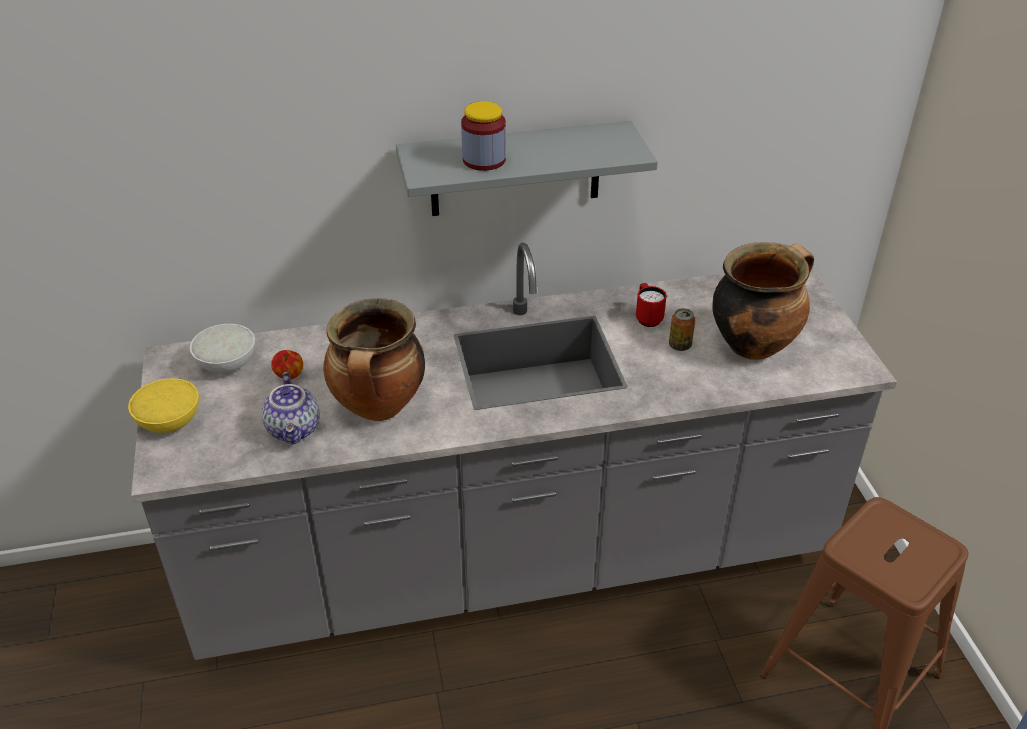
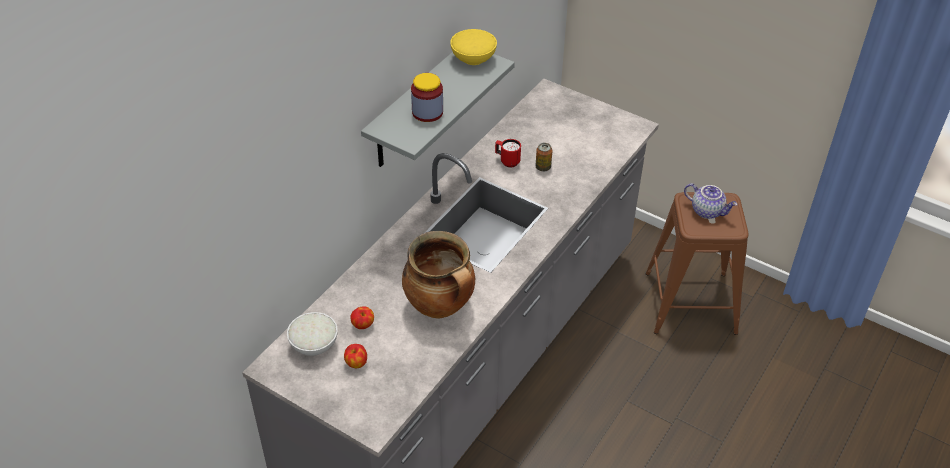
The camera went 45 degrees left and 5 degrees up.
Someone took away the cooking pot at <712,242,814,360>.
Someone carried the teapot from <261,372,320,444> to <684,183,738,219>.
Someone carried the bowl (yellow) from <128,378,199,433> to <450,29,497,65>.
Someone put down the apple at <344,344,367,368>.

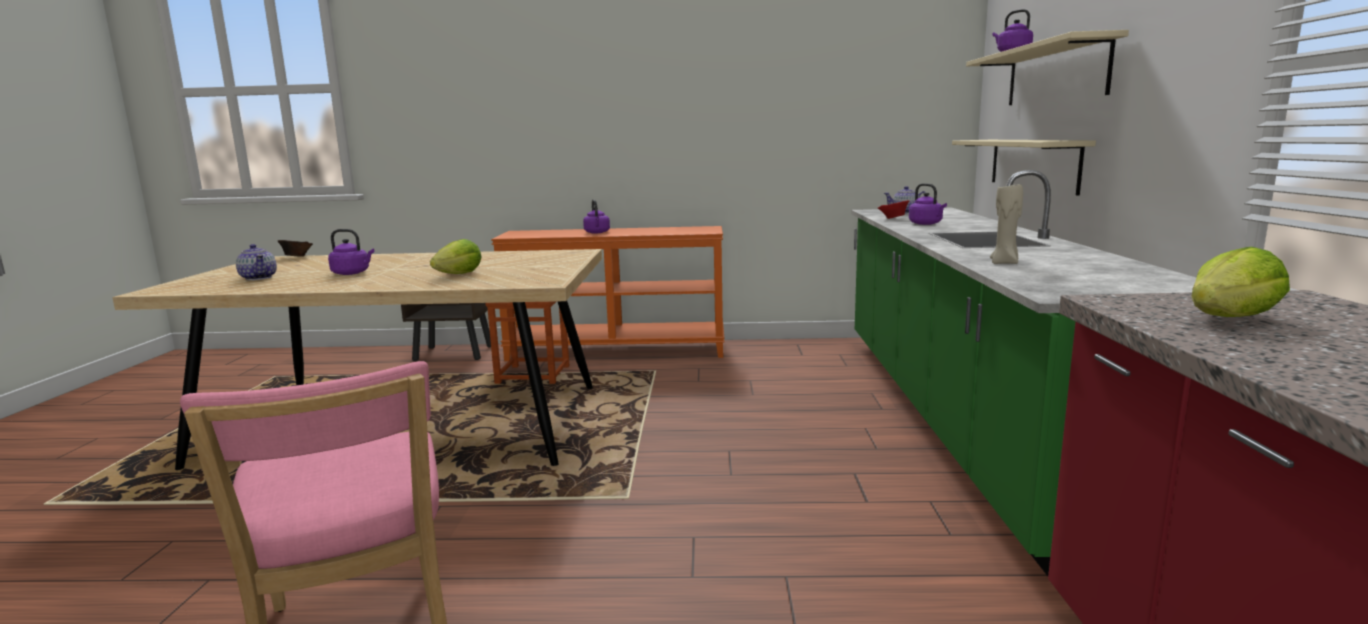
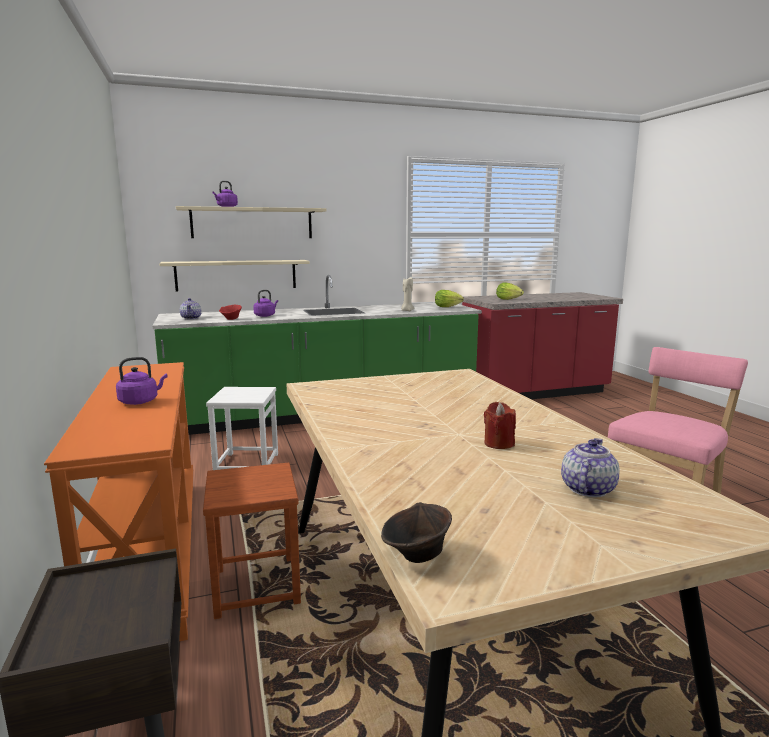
The camera went 110 degrees left and 0 degrees up.
Someone swapped the kettle (purple) at <328,229,374,275> for the candle (red) at <484,402,516,449>.
Someone carried the lettuce from <430,239,482,274> to <435,290,464,307>.
Someone put down the stool (white) at <206,387,278,470>.

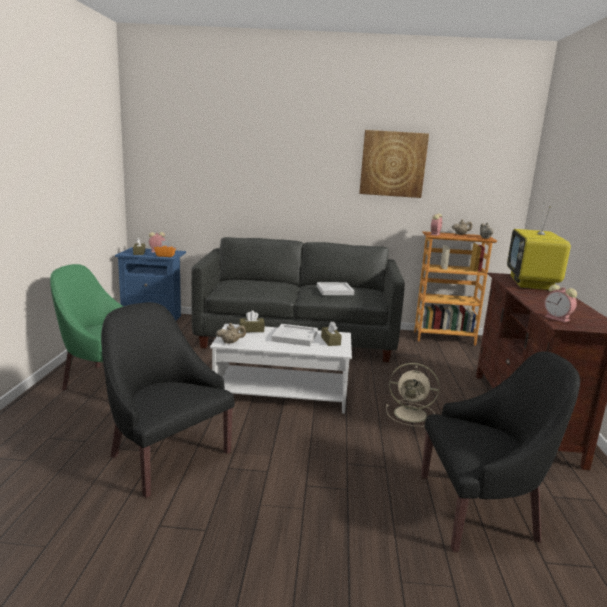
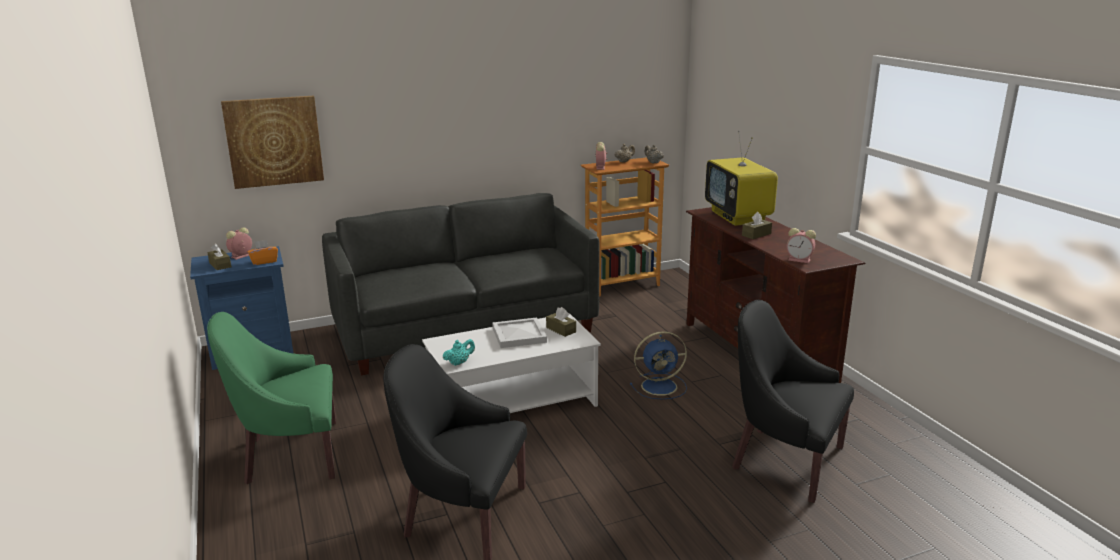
The camera went 25 degrees left and 5 degrees up.
Someone carried the picture from <359,130,429,198> to <221,96,324,189>.
Someone took away the tray (white) at <317,282,354,295>.
Someone carried the tissue box (brown) from <239,311,265,332> to <742,212,772,239>.
Someone repainted the teapot (beige) at <216,323,246,344>, which became the teapot (turquoise) at <443,339,475,366>.
Someone rotated the armchair (black) at <421,351,580,552> by 120 degrees counterclockwise.
Someone repainted the fan (beige) at <386,363,439,427>, which became the fan (blue) at <630,331,687,399>.

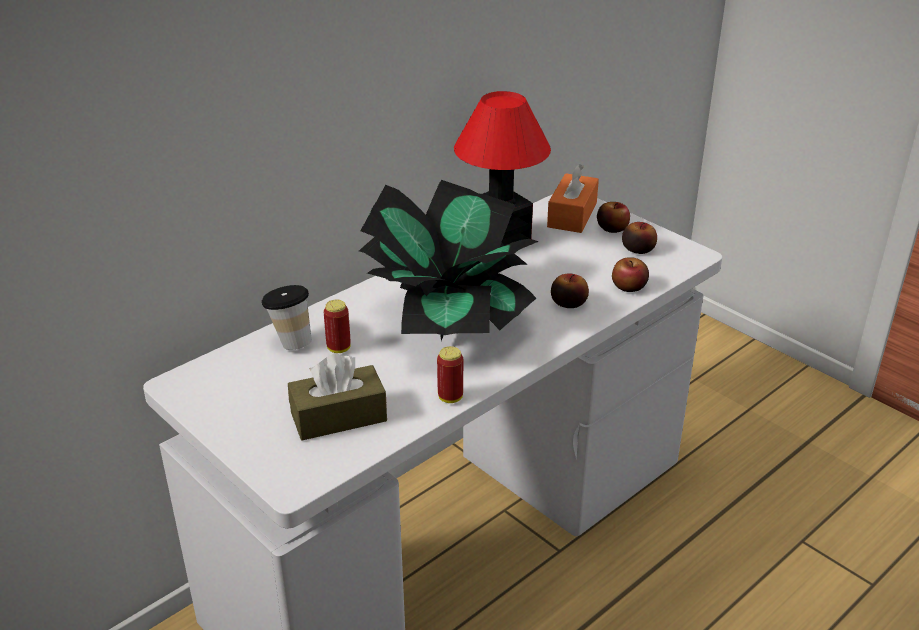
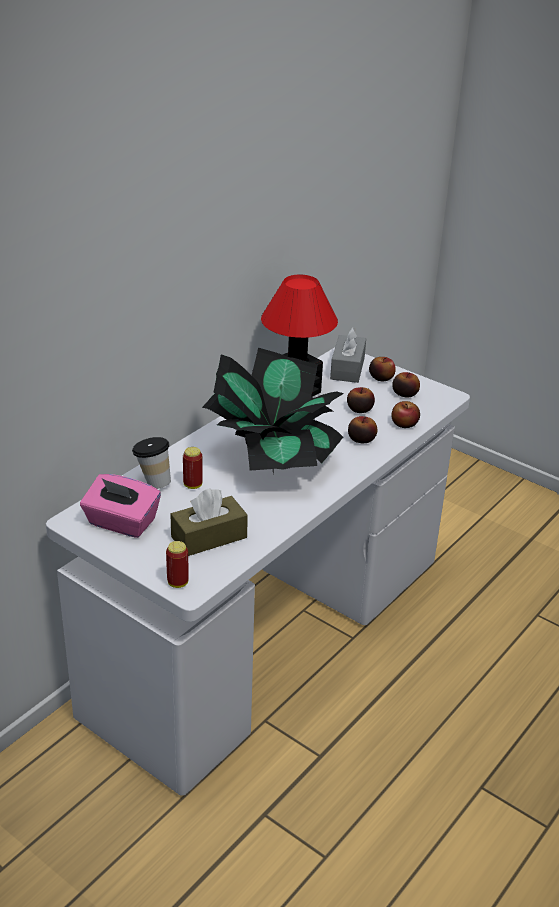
The camera went 10 degrees left and 0 degrees up.
Someone repainted the tissue box (orange) at <547,163,599,233>, which became the tissue box (grey) at <330,328,366,383>.
Someone carried the can from <437,346,463,403> to <166,541,189,588>.
Someone put down the apple at <347,387,375,413>.
Someone put down the tissue box (pink) at <80,474,161,538>.

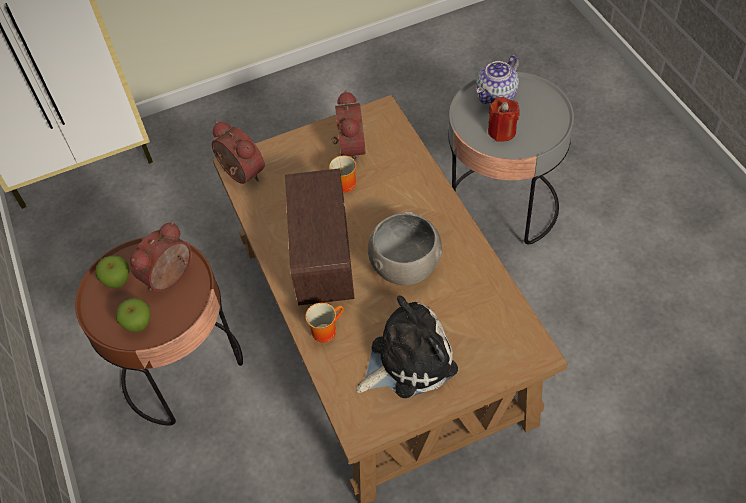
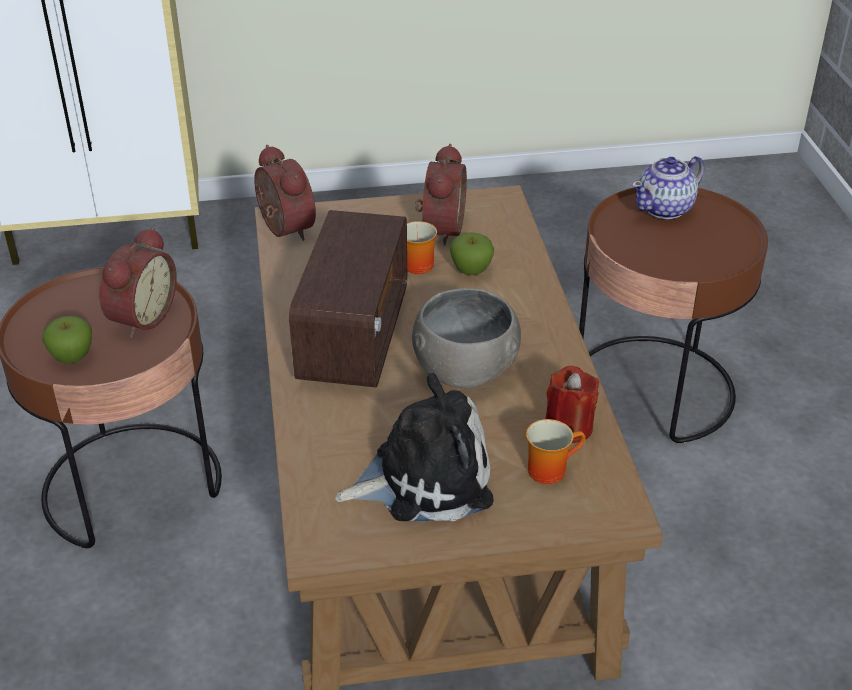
The camera went 10 degrees right and 15 degrees down.
Someone repainted the side table (grey) at <448,71,574,244>, which became the side table (brown) at <579,187,768,443>.
Someone carried the candle (red) from <488,97,520,142> to <545,366,599,443>.
Someone rotated the alarm clock at <130,222,192,292> by 150 degrees clockwise.
Someone carried the apple from <96,256,129,288> to <450,232,494,275>.
Someone carried the mug from <305,303,344,343> to <526,419,586,484>.

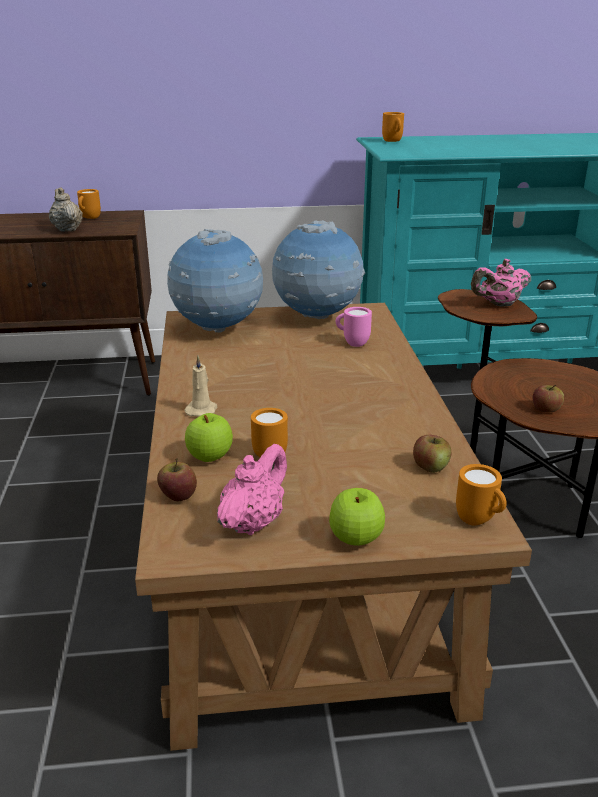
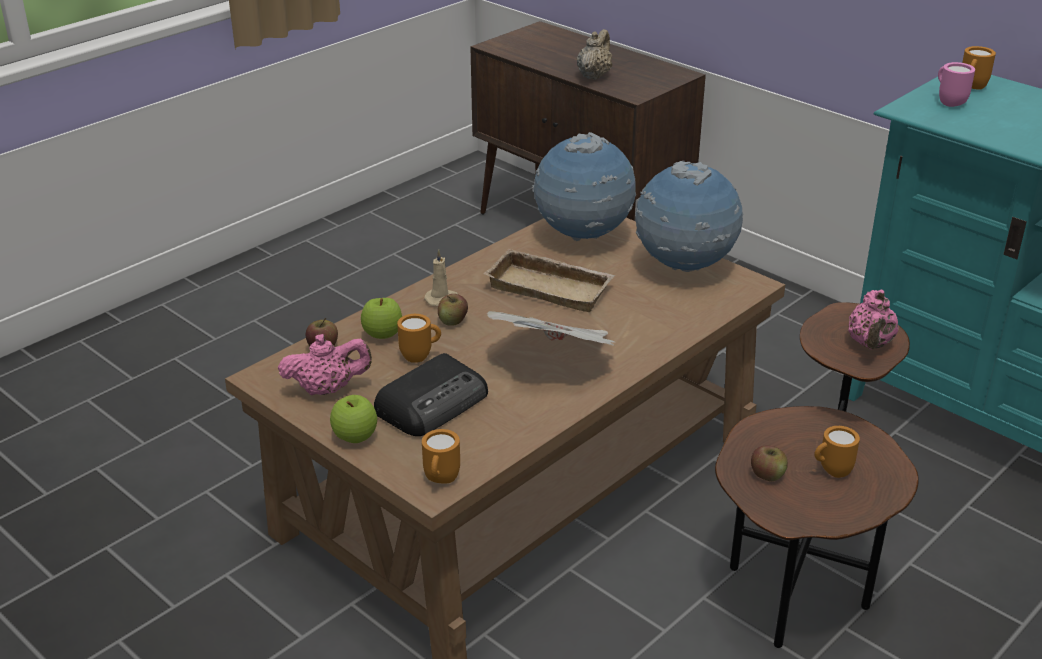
The camera went 50 degrees right and 5 degrees up.
Someone carried the mug (orange) from <77,189,101,219> to <814,426,860,478>.
Someone rotated the teapot (pink) at <471,259,531,307> by 105 degrees counterclockwise.
Someone carried the mug (pink) from <336,307,372,347> to <938,62,975,107>.
Someone carried the apple from <413,435,451,473> to <438,294,468,326>.
Someone put down the tray (beige) at <484,248,615,312>.
Someone put down the newspaper at <487,311,615,346>.
Someone put down the radio at <374,353,488,436>.

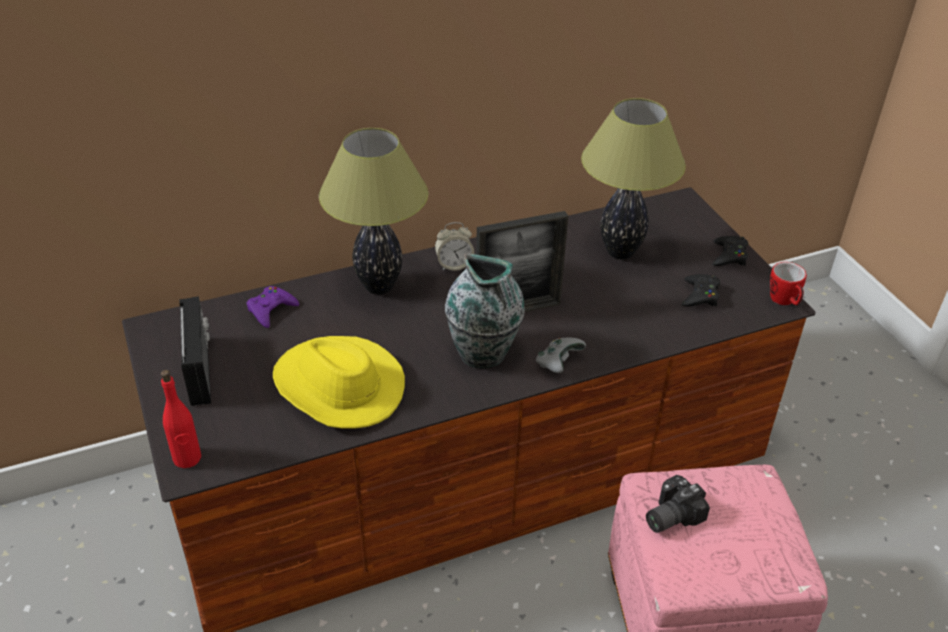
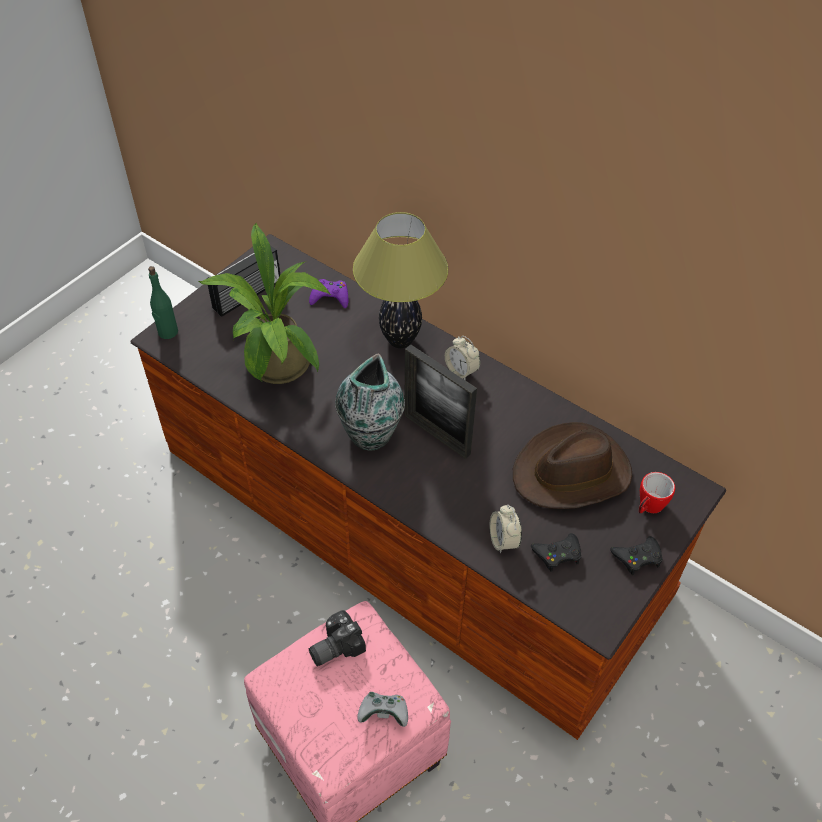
The camera went 60 degrees right and 10 degrees up.
Someone swapped the table lamp at <581,98,686,260> for the hat (brown) at <513,422,632,509>.
Someone carried the mug from <770,262,807,306> to <638,472,675,513>.
Someone swapped the hat (yellow) at <273,336,405,428> for the potted plant at <199,222,331,384>.
Someone carried the game controller (grey) from <536,338,586,373> to <357,692,408,727>.
Someone repainted the bottle (red) at <161,369,201,468>, which became the bottle (green) at <148,266,178,339>.
Someone rotated the photo camera at <646,475,710,533> by 60 degrees counterclockwise.
Someone put down the alarm clock at <489,505,522,554>.

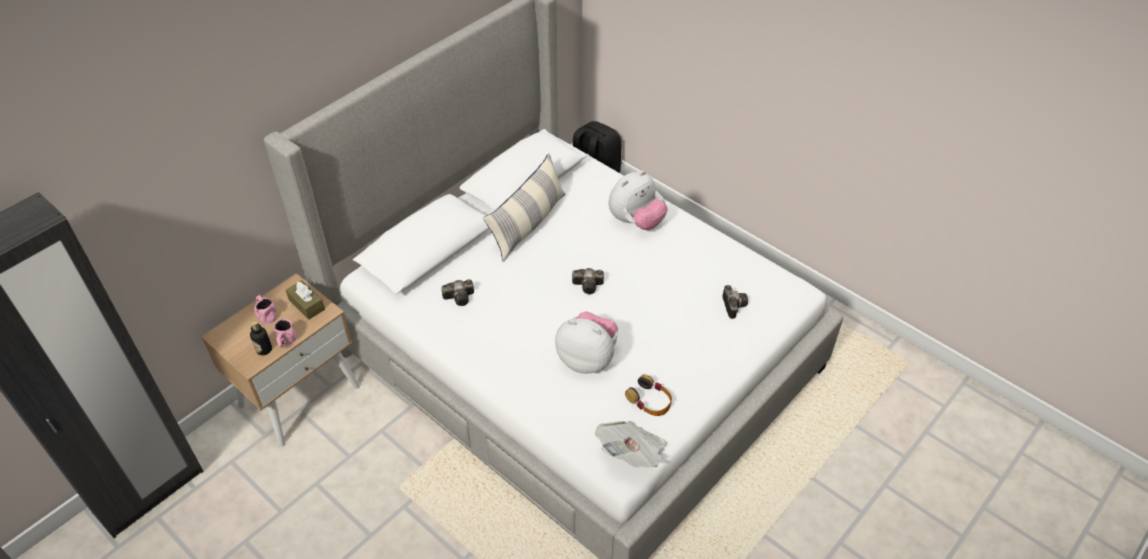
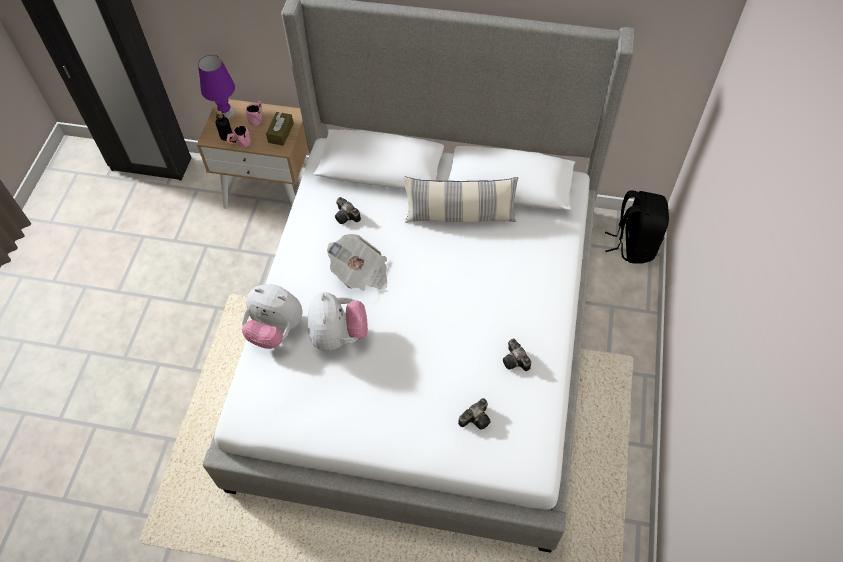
The camera went 60 degrees right and 10 degrees up.
Someone carried the plush toy from <609,170,668,230> to <242,284,302,349>.
Someone carried the photo camera from <572,268,604,294> to <503,338,531,371>.
Someone took away the headphones at <625,374,672,416>.
Someone carried the newspaper from <595,421,667,468> to <327,234,387,291>.
Someone put down the table lamp (purple) at <198,55,235,119>.

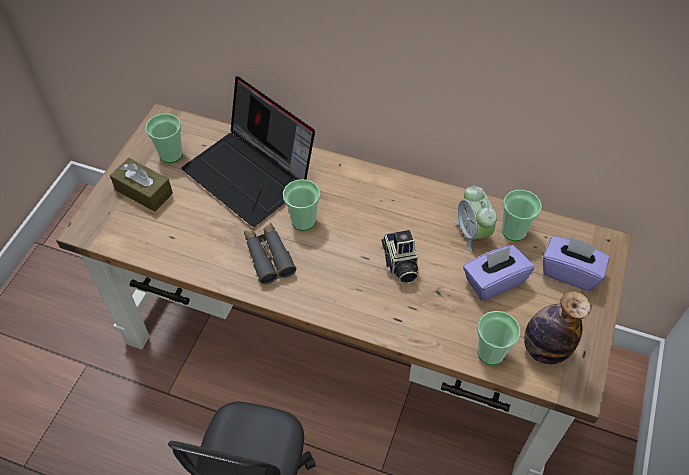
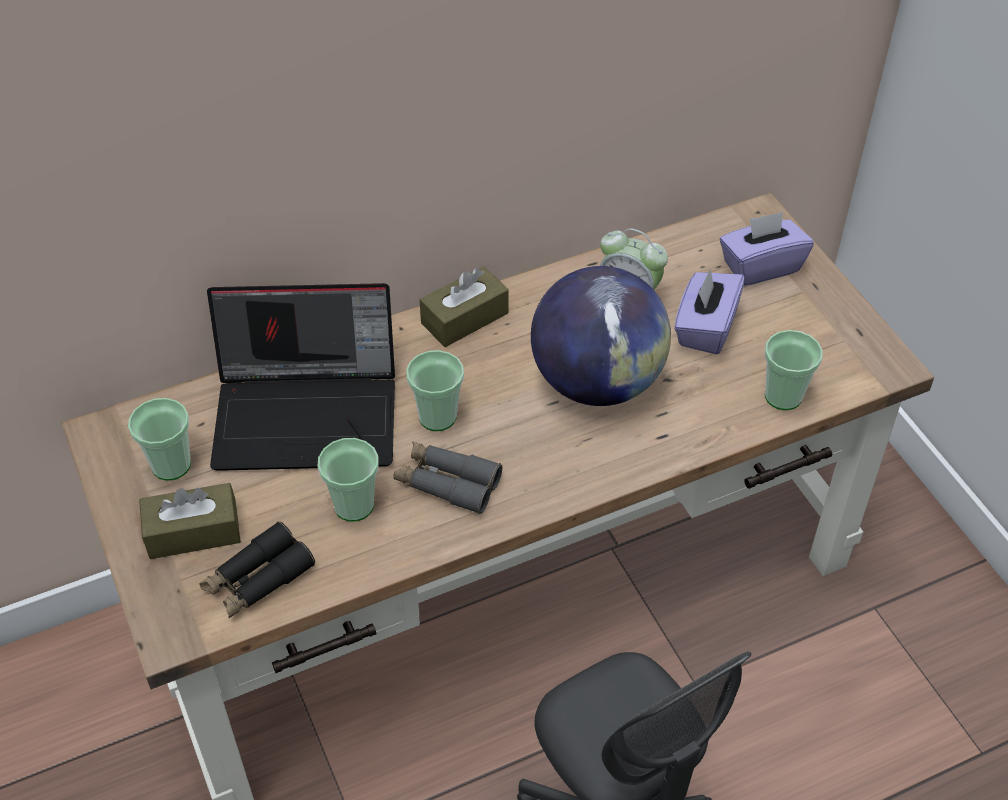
The camera went 45 degrees left and 5 degrees down.
Someone carried the cup from <502,190,542,241> to <317,438,379,522>.
Someone swapped the photo camera at <381,230,419,284> for the globe at <531,266,671,406>.
Someone took away the bottle at <524,291,591,365>.
Someone put down the tissue box (brown) at <420,266,509,347>.
Someone put down the binoculars (black) at <200,522,315,618>.

